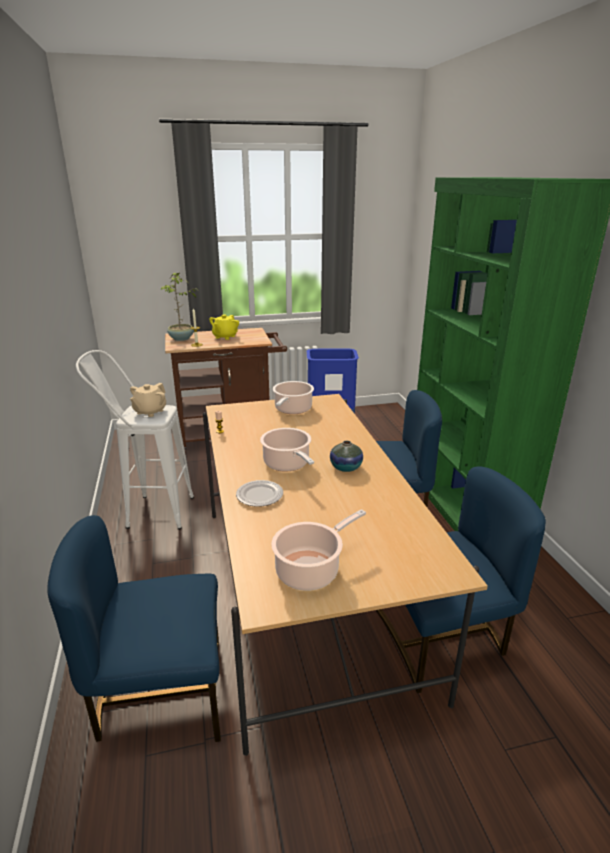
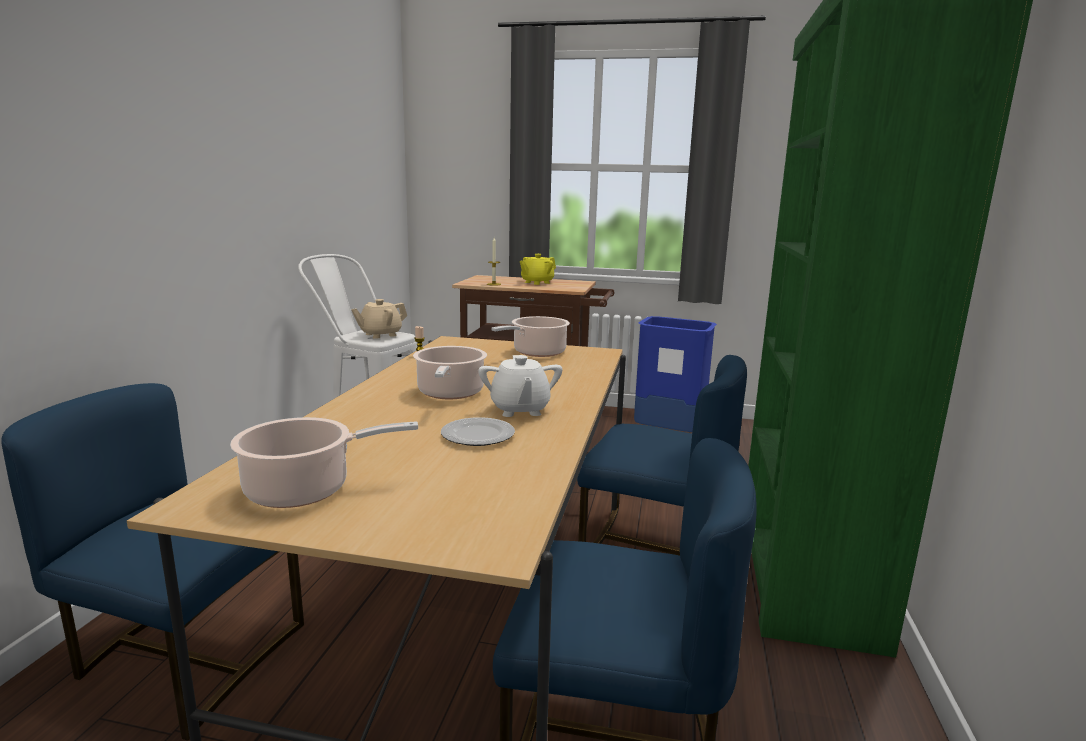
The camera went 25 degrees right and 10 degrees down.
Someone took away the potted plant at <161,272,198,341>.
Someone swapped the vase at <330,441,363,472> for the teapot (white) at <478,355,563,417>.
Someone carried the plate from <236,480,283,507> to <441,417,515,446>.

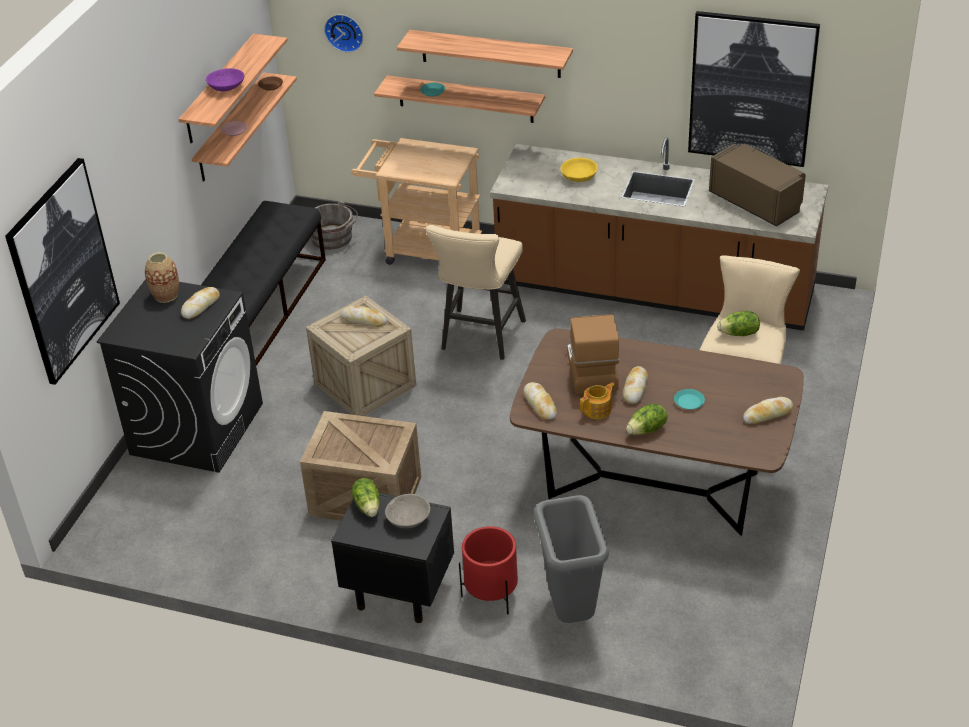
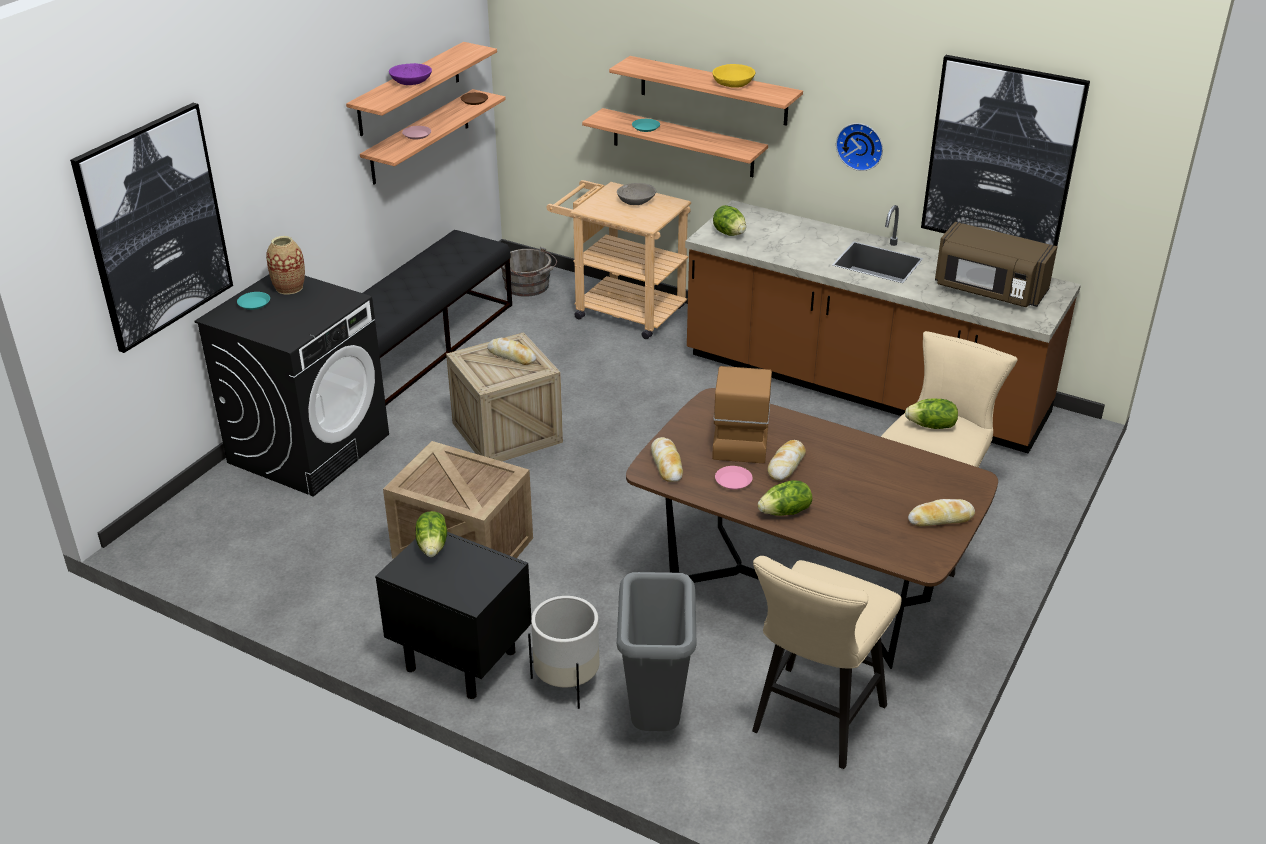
The camera went 10 degrees right and 5 degrees down.
Someone carried the wall clock from <324,14,363,53> to <836,123,883,171>.
Someone rotated the microwave (brown) at <709,144,806,227> by 150 degrees clockwise.
Someone carried the bowl (yellow) from <561,158,598,182> to <712,64,755,88>.
Someone carried the stool (beige) from <425,225,526,360> to <752,556,902,769>.
Someone took away the bread at <181,287,220,319>.
Someone swapped the teapot at <580,382,616,419> for the plate (pink) at <715,466,752,490>.
Someone carried the plate (turquoise) from <674,389,705,410> to <237,292,270,310>.
Someone carried the bowl (grey) from <385,494,430,528> to <617,183,656,205>.
Someone repainted the planter (red) at <459,526,518,615>, which became the planter (white) at <528,596,599,709>.
Someone put down the lettuce at <713,205,746,236>.

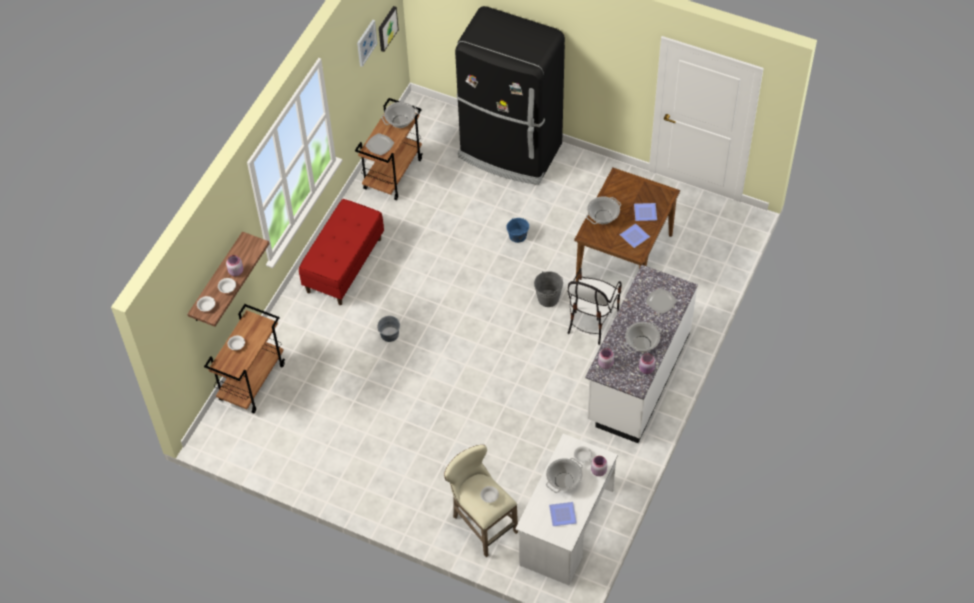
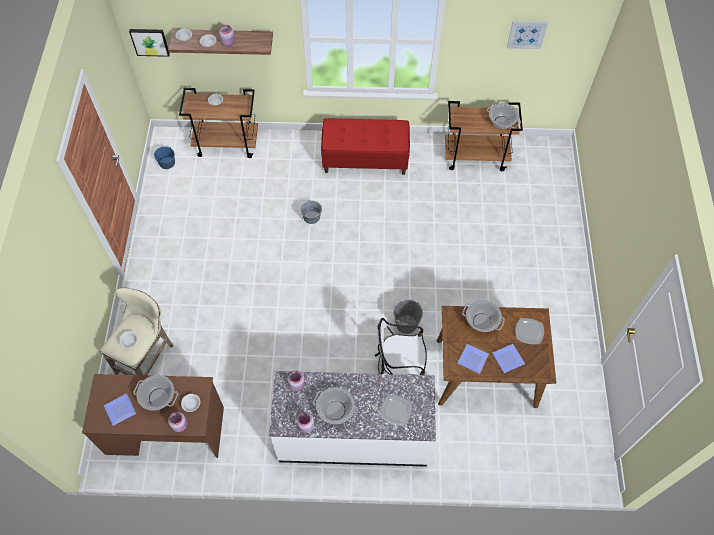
The camera went 65 degrees right and 5 degrees up.
Someone carried the picture from <379,6,399,52> to <129,29,170,57>.
Someone took away the fridge (black) at <455,6,565,185>.
Someone carried the plate from <366,133,394,155> to <515,318,544,344>.
Someone carried the bucket (blue) from <506,217,529,243> to <154,145,175,169>.
Someone repainted the desk (white) at <515,434,618,585>, which became the desk (brown) at <82,374,224,458>.

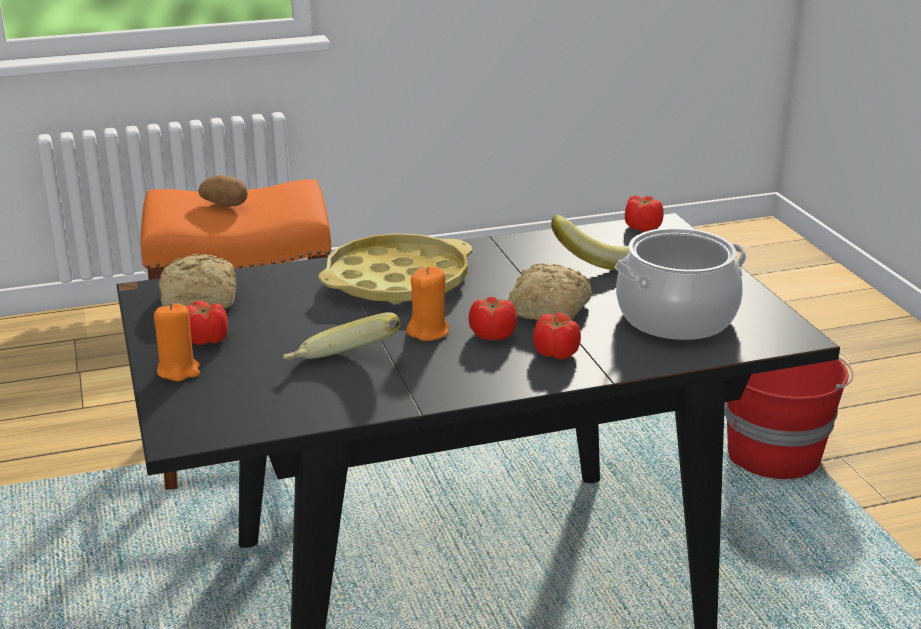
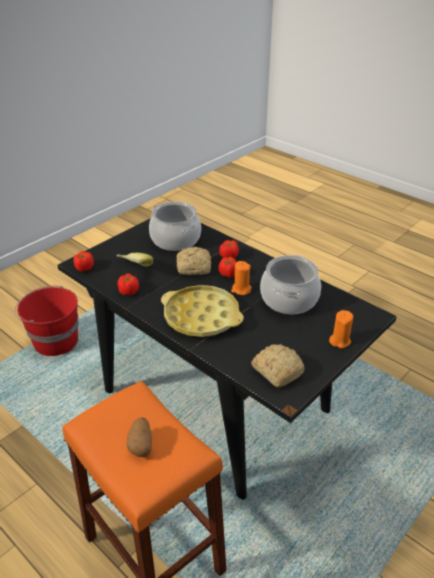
The camera went 120 degrees left and 10 degrees up.
Someone carried the tomato from <186,301,228,345> to <118,273,139,295>.
Someone swapped the banana at <283,312,401,360> for the cooking pot at <260,255,321,314>.

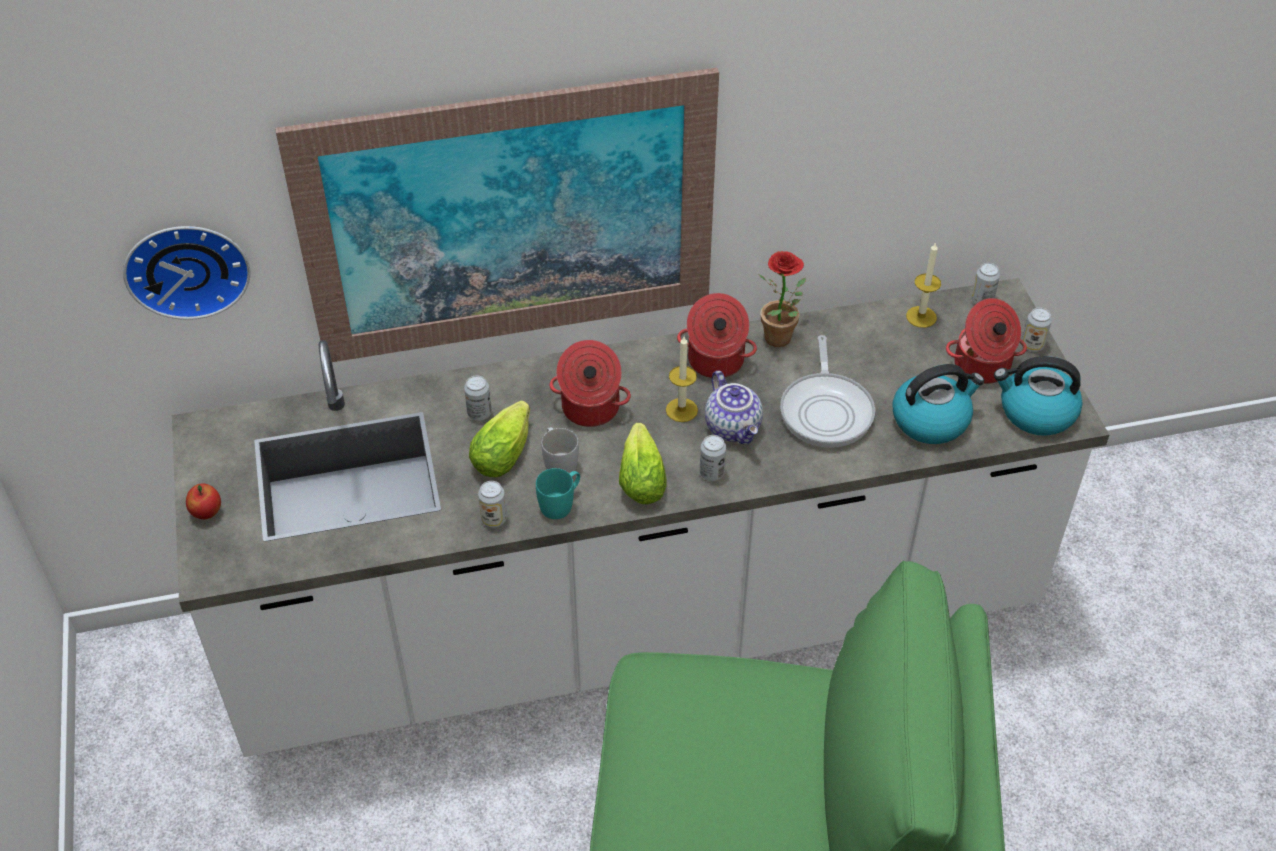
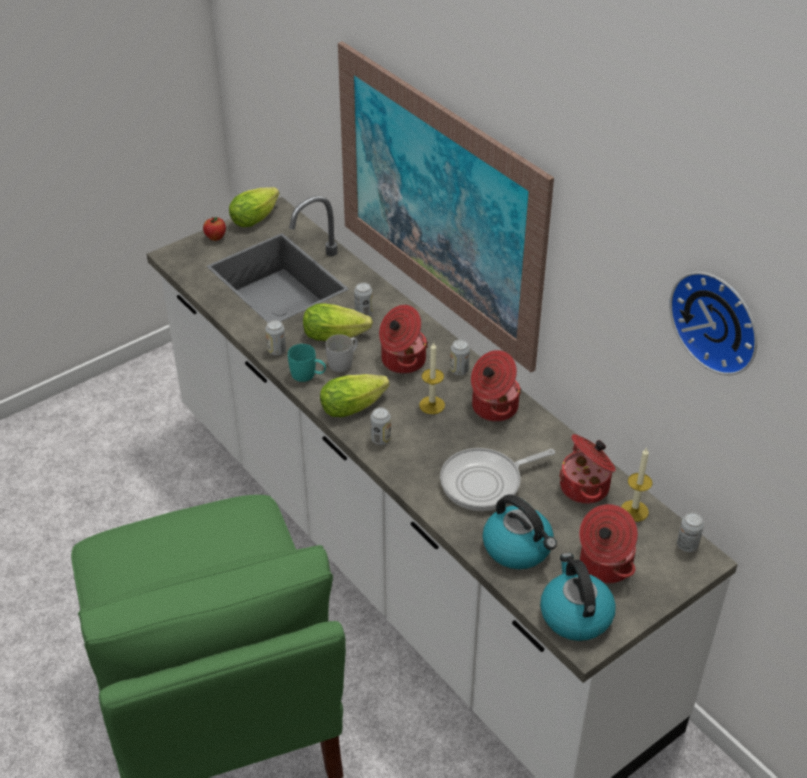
The camera went 65 degrees right and 5 degrees down.
Someone carried the wall clock from <123,226,251,320> to <669,272,757,375>.
Someone took away the potted plant at <759,251,806,347>.
Someone carried the can from <1022,307,1052,352> to <450,339,470,375>.
Someone took away the teapot at <705,370,763,444>.
Someone put down the lettuce at <229,187,279,227>.
Someone put down the cooking pot at <559,434,616,504>.

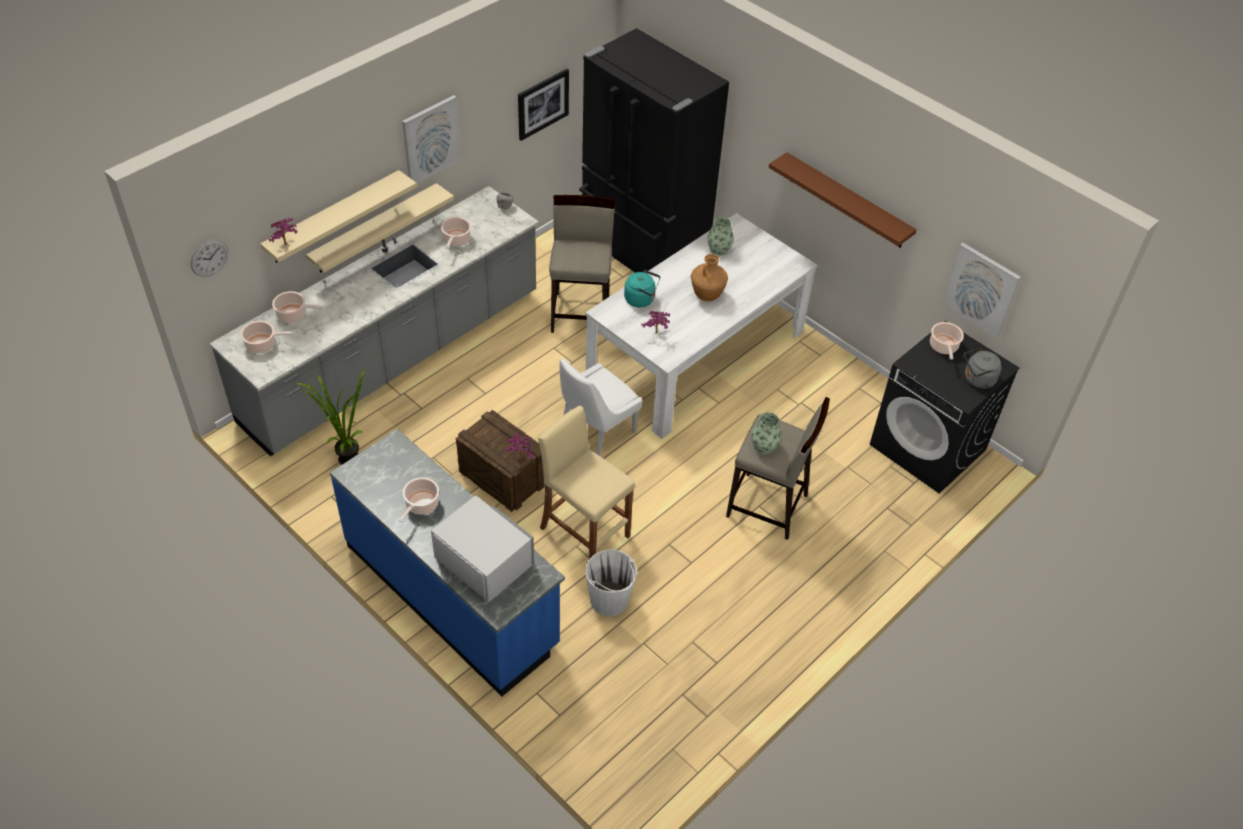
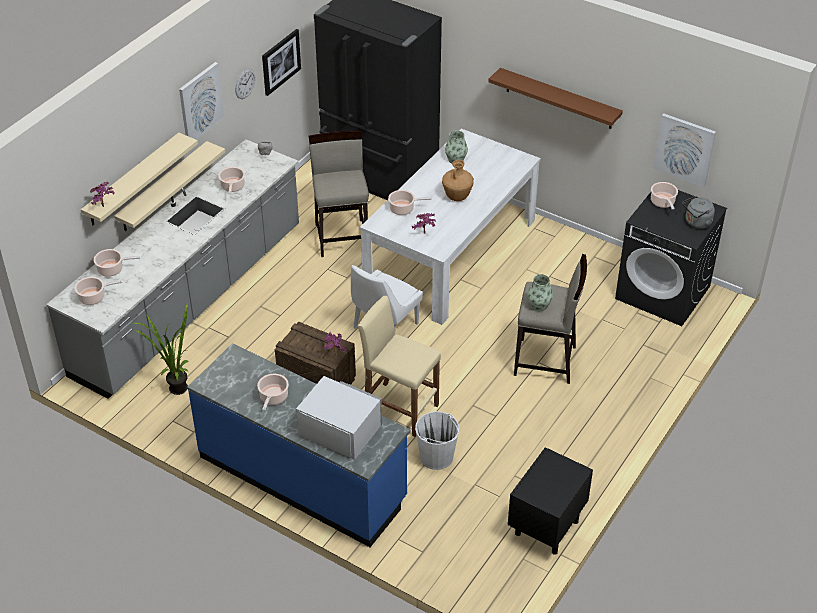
The camera went 10 degrees left and 5 degrees down.
Someone carried the wall clock from <191,240,228,277> to <235,69,255,99>.
Someone swapped the kettle (turquoise) at <624,270,660,307> for the cooking pot at <388,190,432,215>.
Someone put down the nightstand (black) at <508,447,593,555>.

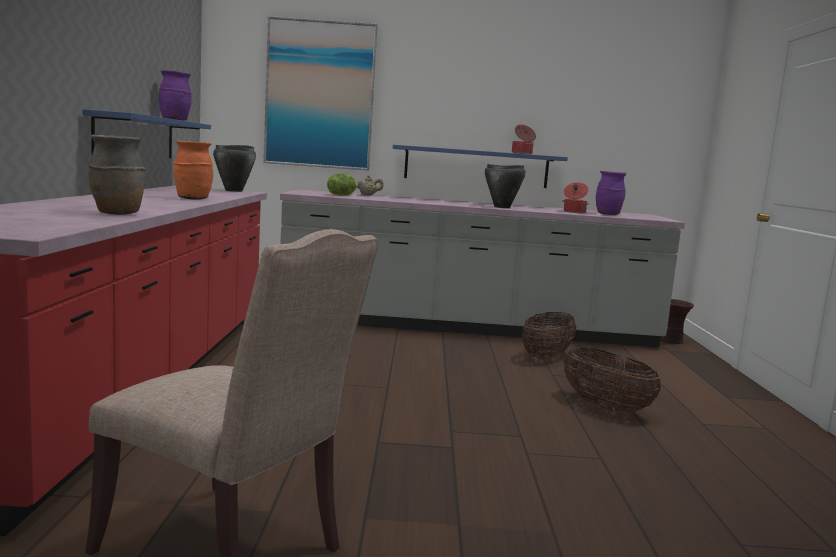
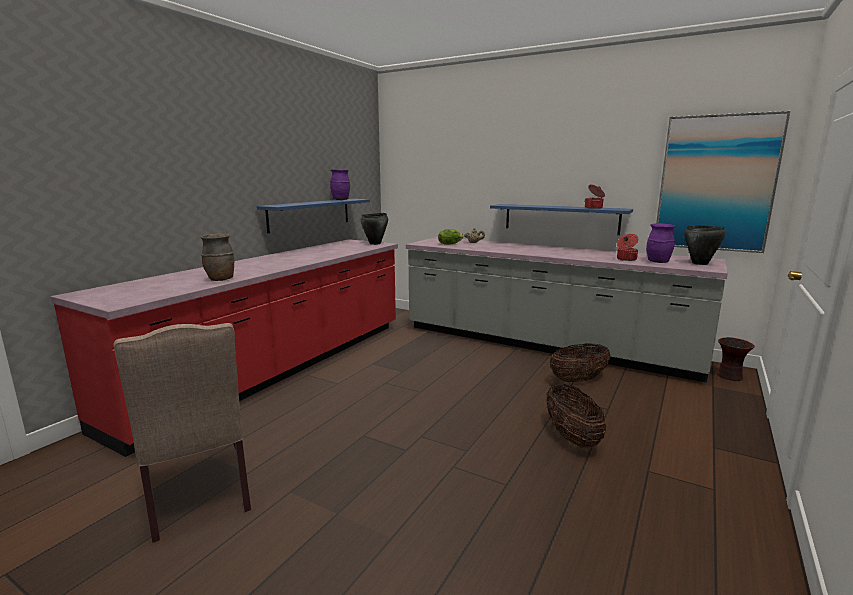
The camera went 30 degrees right and 5 degrees up.
Someone carried the picture from <263,16,377,171> to <656,111,790,253>.
Someone took away the vase (orange) at <173,140,213,200>.
Someone carried the cooking pot (black) from <485,164,526,208> to <684,225,726,265>.

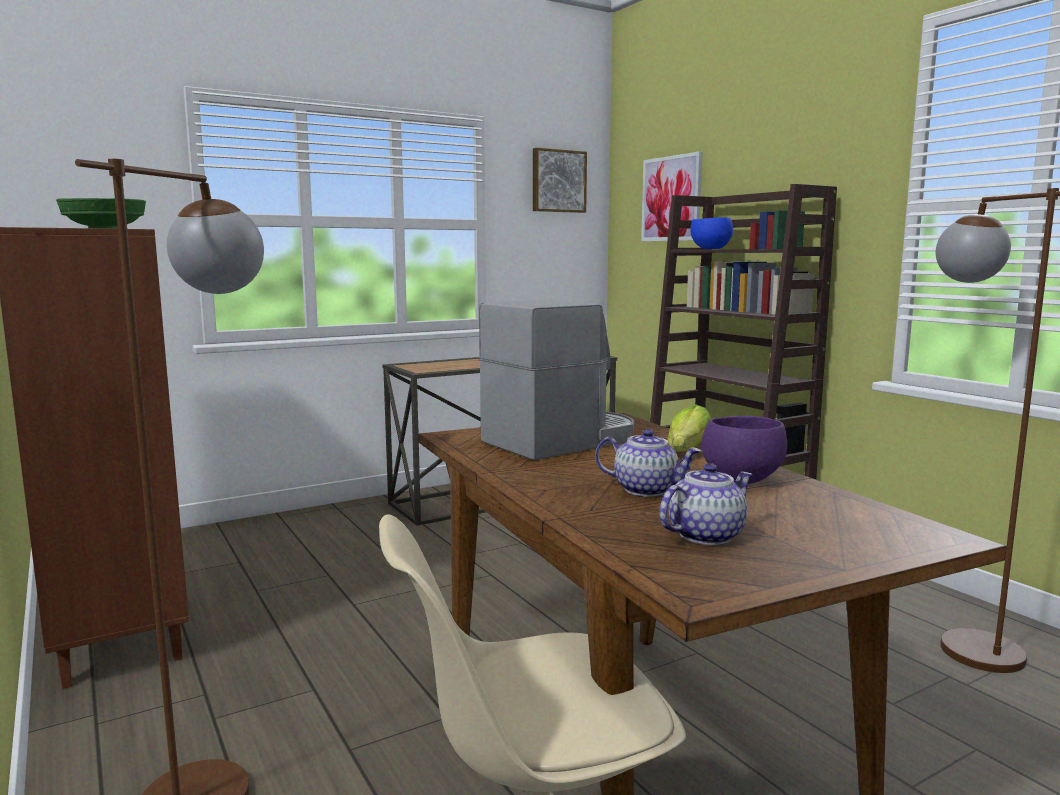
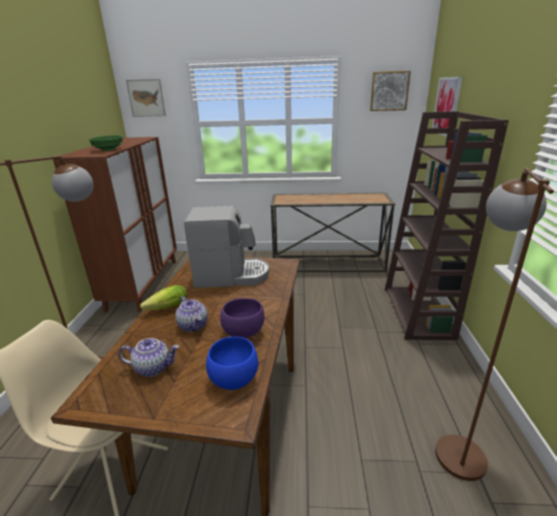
The camera went 35 degrees right and 15 degrees up.
Someone carried the bowl (blue) from <691,217,733,249> to <206,337,258,390>.
Someone carried the lettuce from <668,405,712,452> to <140,285,187,310>.
Someone put up the picture at <126,79,166,117>.

